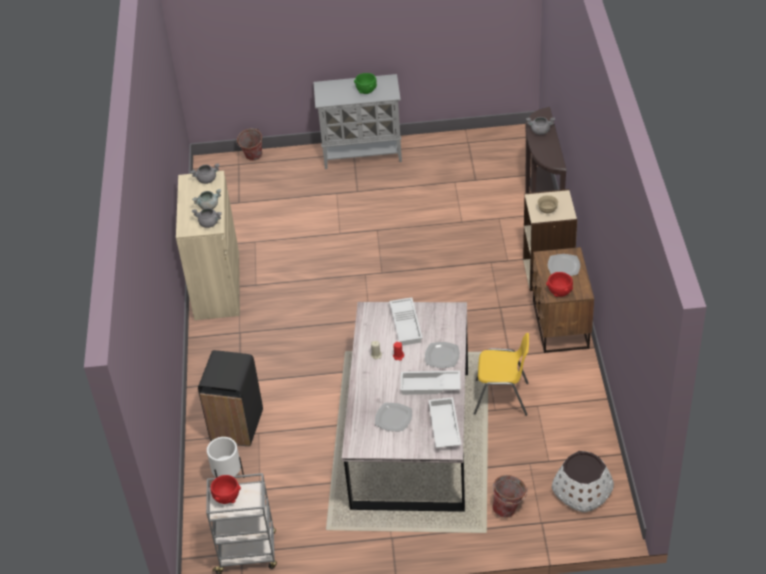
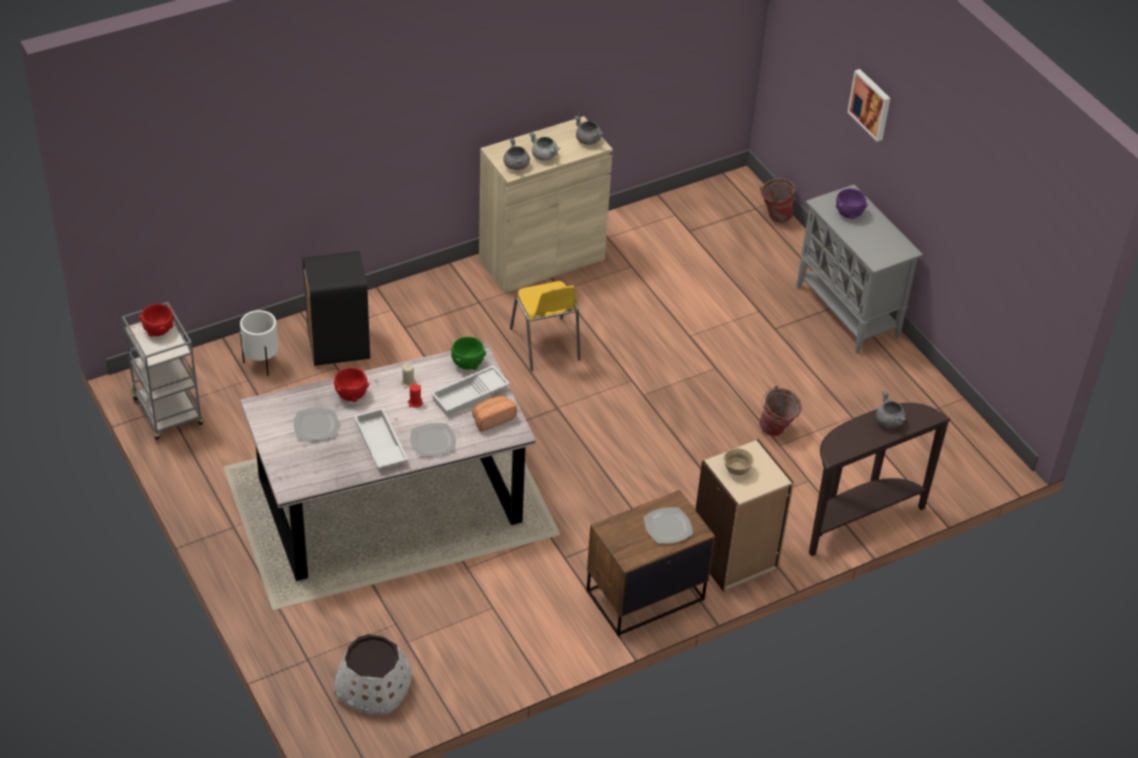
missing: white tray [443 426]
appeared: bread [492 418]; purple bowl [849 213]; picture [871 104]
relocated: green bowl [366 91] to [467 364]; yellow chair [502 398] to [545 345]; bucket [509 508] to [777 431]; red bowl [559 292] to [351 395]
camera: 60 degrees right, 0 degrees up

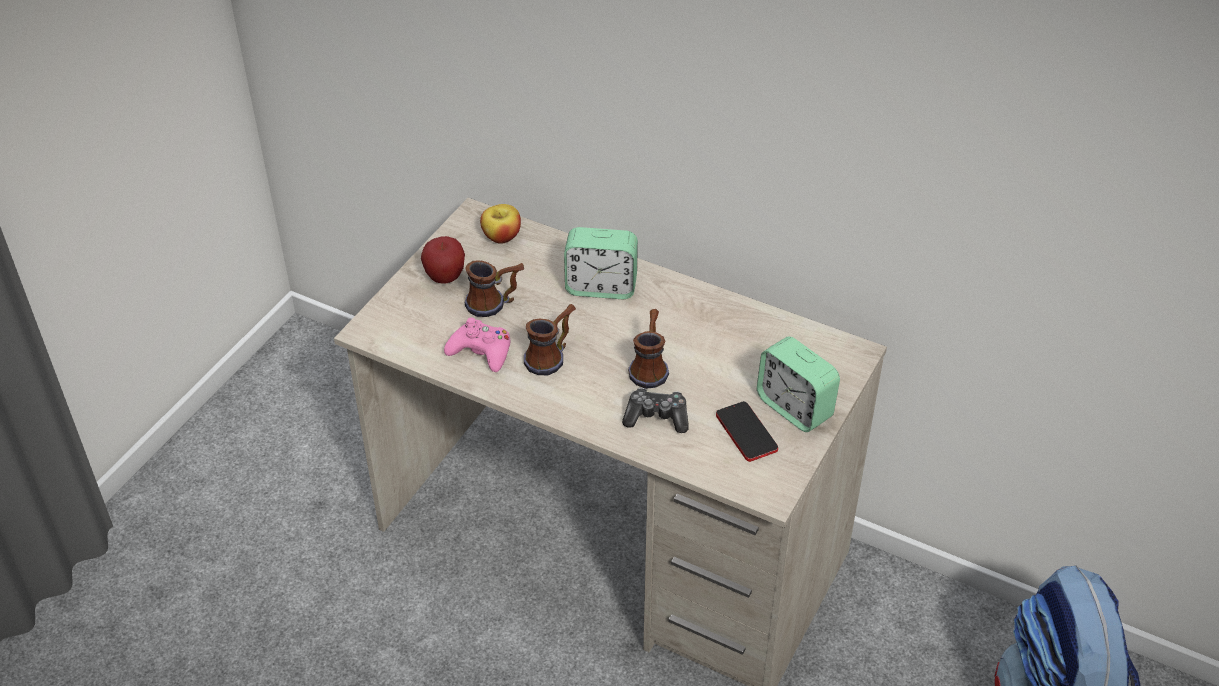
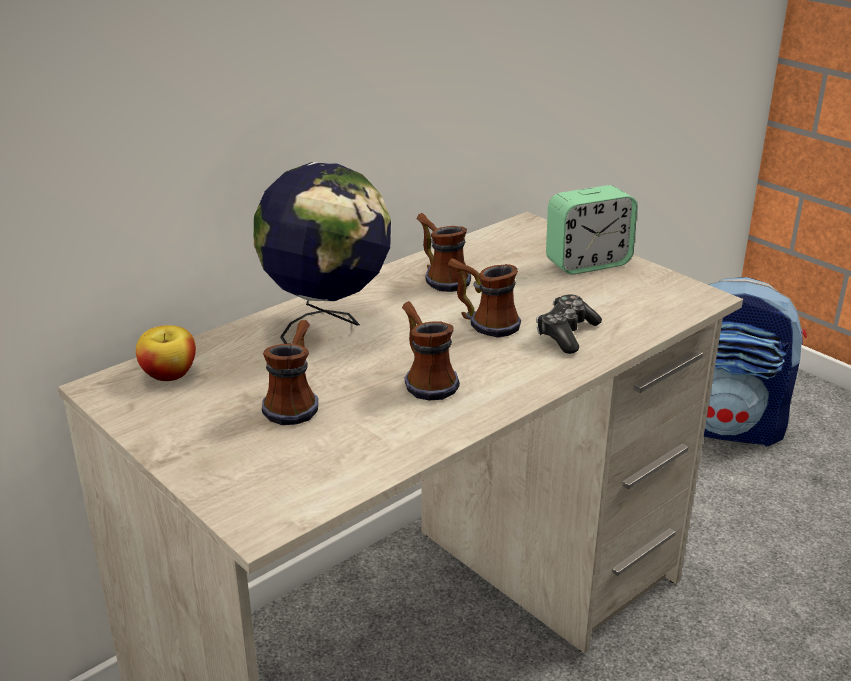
missing: apple [445 278]; pink game controller [481 352]; phone [746 432]
appeared: mug [440 277]
exchanged: alarm clock [601 287] to globe [328 326]
camera: 70 degrees left, 15 degrees down

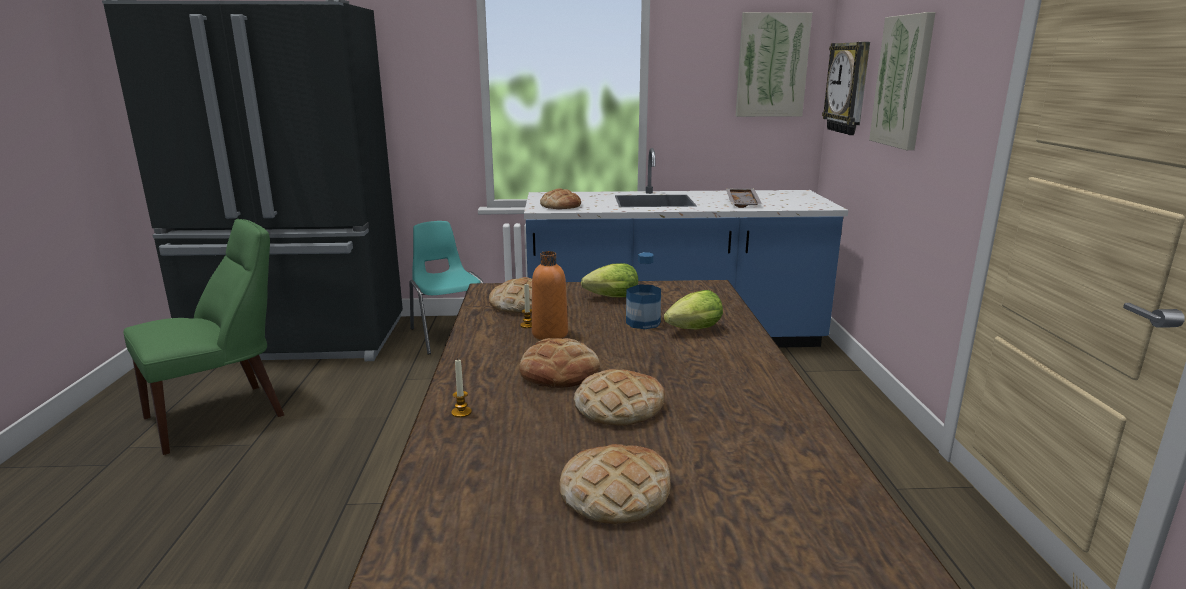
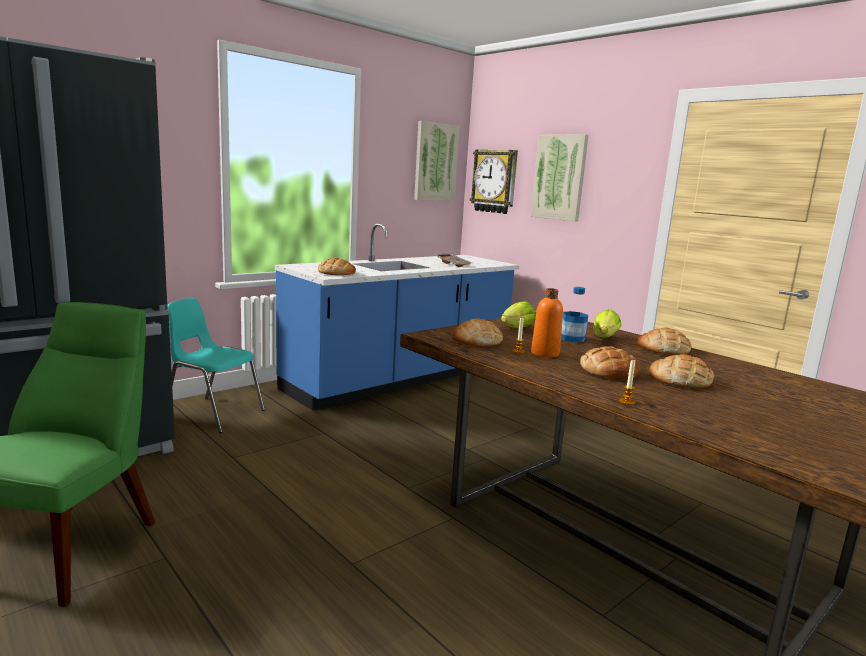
relocated: bread [615 492] to [663 349]
camera: 40 degrees left, 5 degrees down

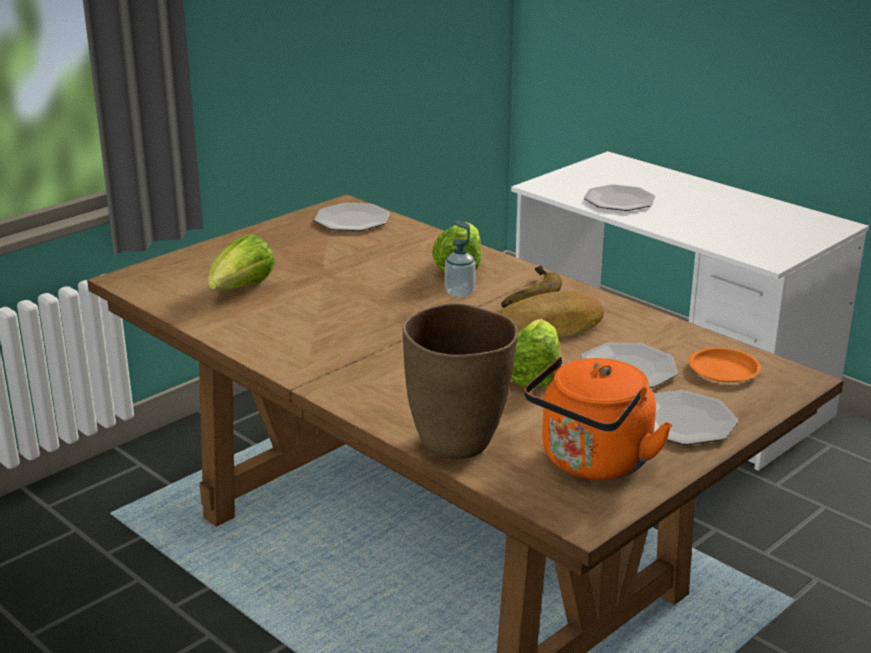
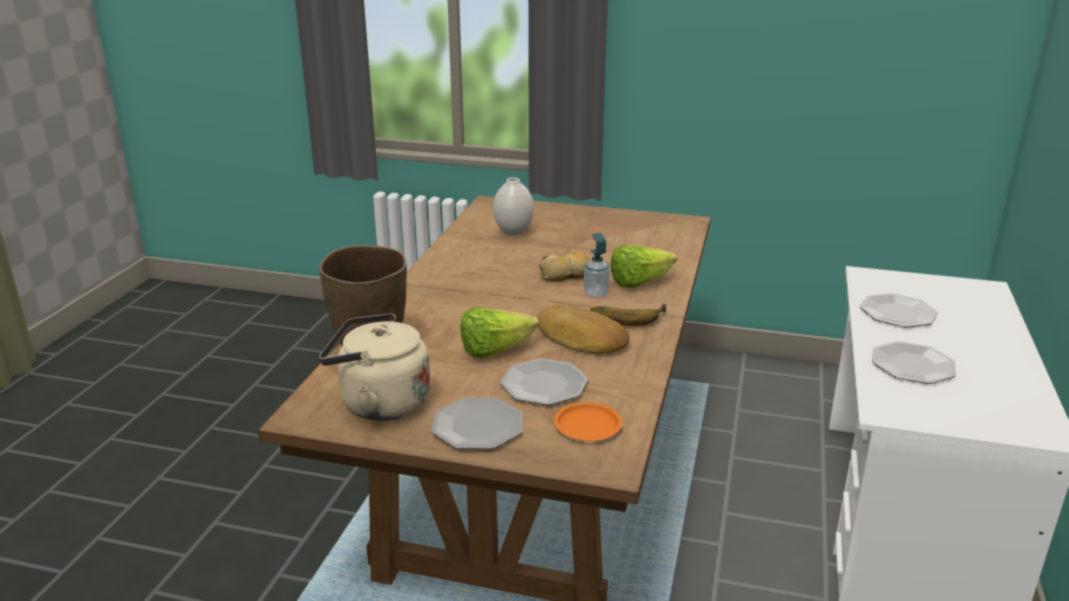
appeared: bread [566 275]
relocated: plate [352 220] to [912 365]
exchanged: lettuce [241 289] to white vase [514 232]
colour: orange kettle [592 463] to beige kettle [379 403]
camera: 60 degrees right, 0 degrees up

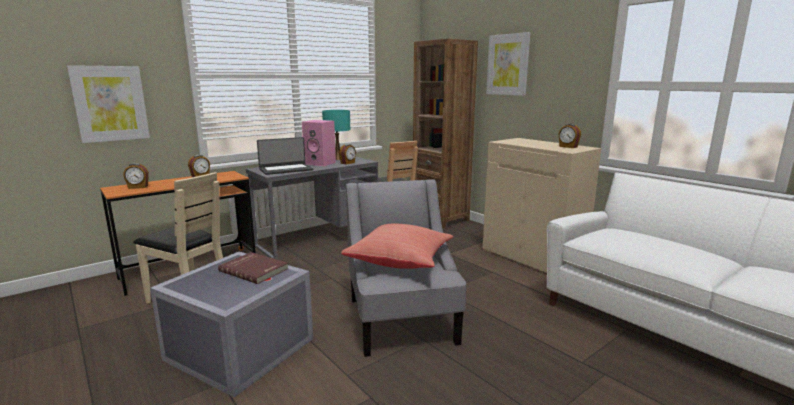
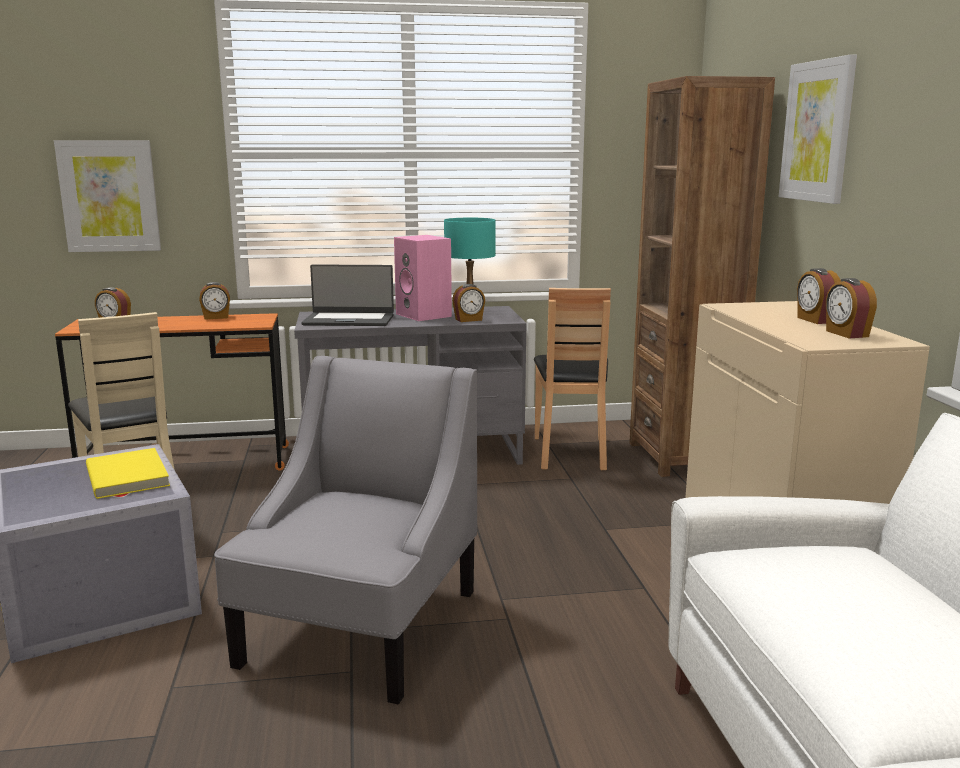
missing: red pillow [400 261]
appeared: alarm clock [815 320]
colour: red book [254 269] to yellow book [129 476]
camera: 30 degrees right, 0 degrees up

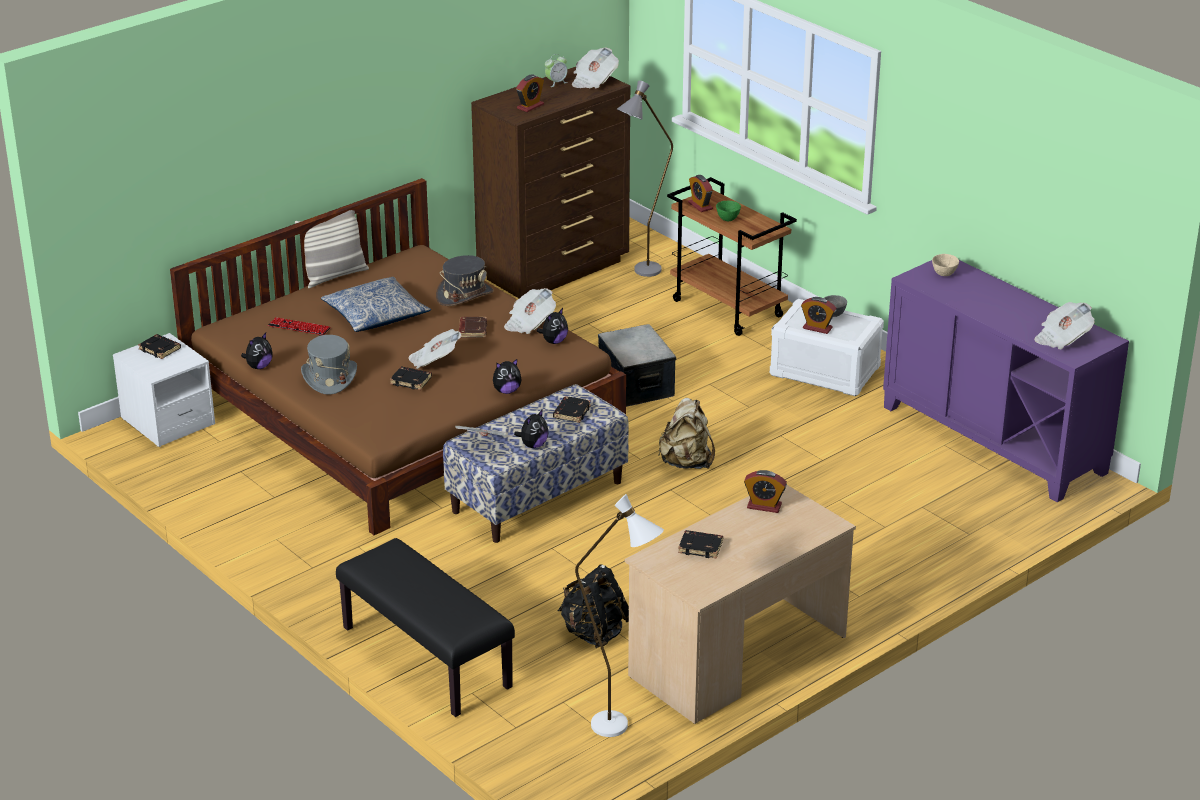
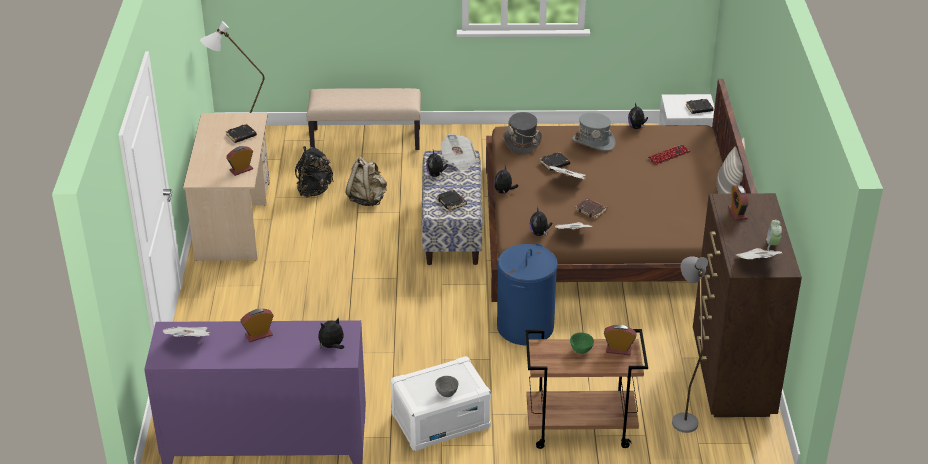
missing: pillow [375 315]
relocated: grey hat [464 295] to [522 142]; beige backpack [686 462] to [367 199]; alarm clock [817 328] to [258 335]
exchanged: storage box [636 385] to blue laundry basket [525 327]; beige bowl [944 274] to plush toy [332 346]
colour: black bench [425 657] to beige bench [366 139]
camera: 130 degrees right, 5 degrees up

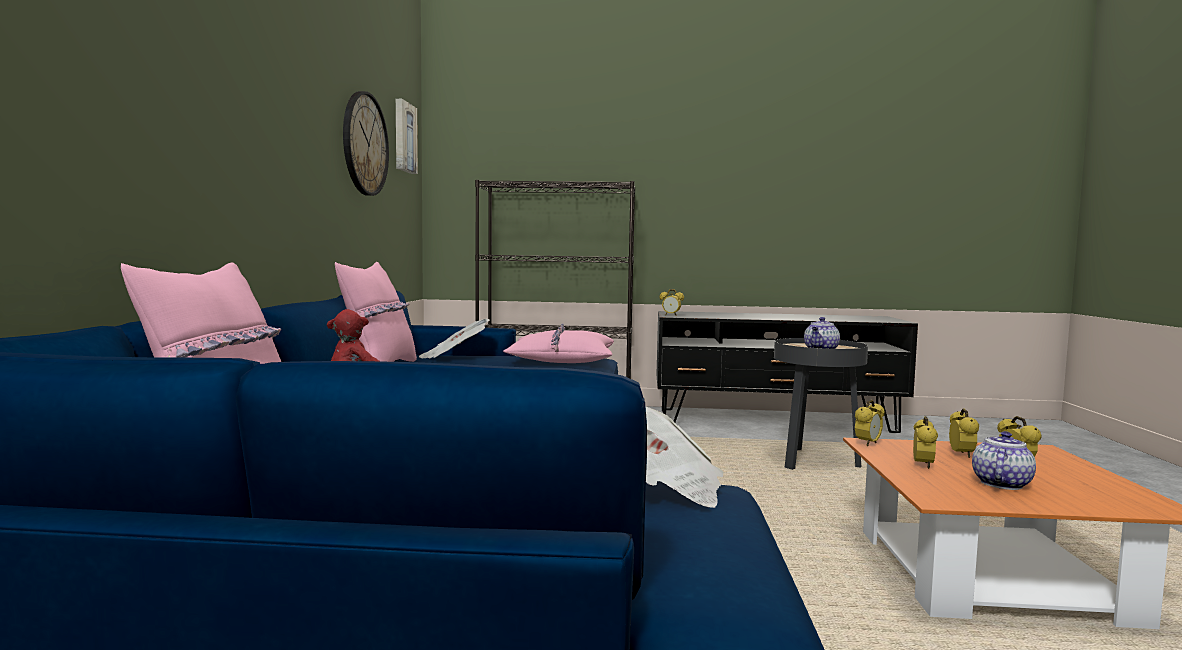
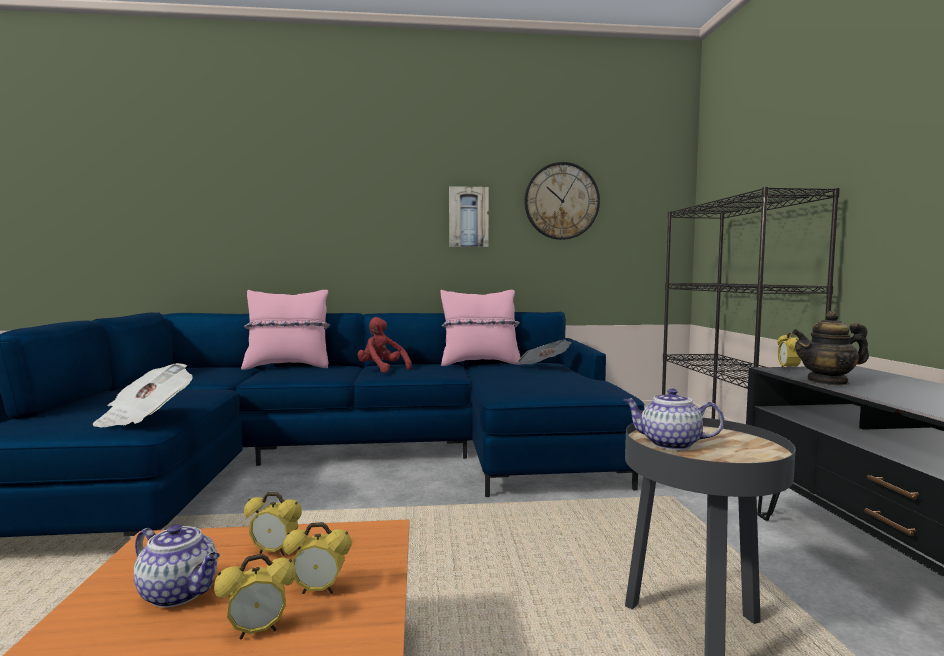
missing: pink pillow [562 360]; alarm clock [868 444]
appeared: teapot [828 382]
relocated: picture [403 137] to [468 217]
camera: 80 degrees right, 0 degrees up

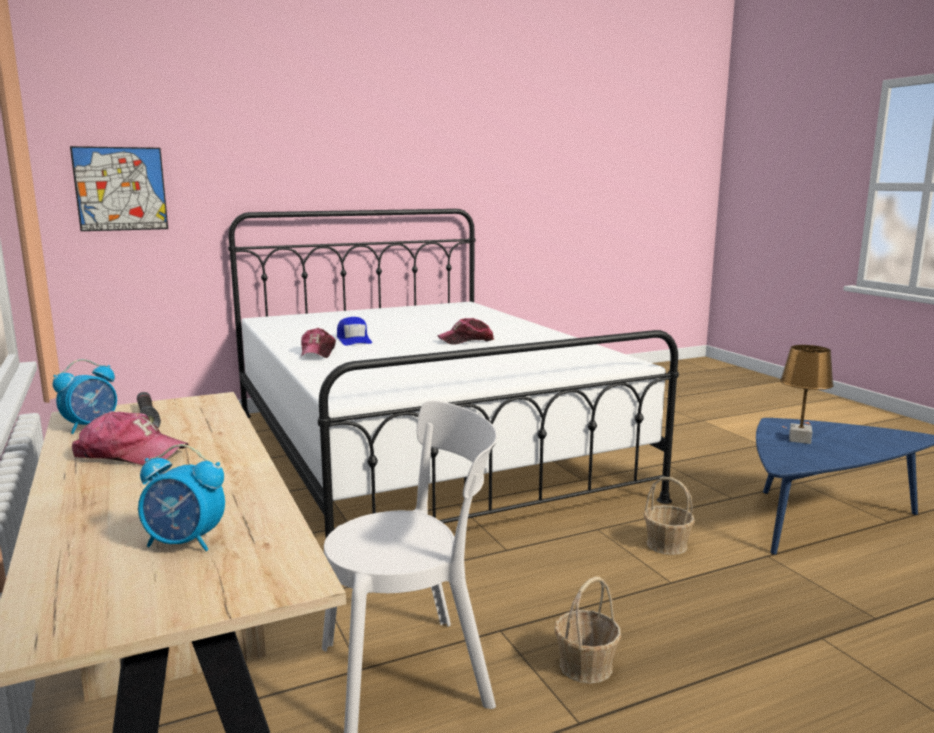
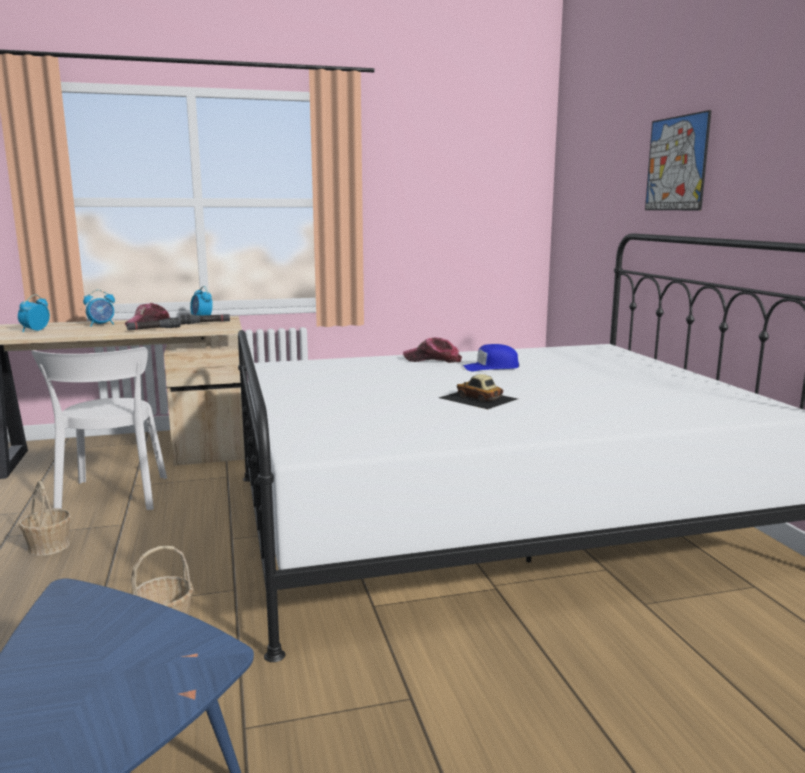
missing: brown table lamp [799 439]
appeared: alarm clock [102 325]; black flashlight [154 329]
relocated: picture [120 189] to [676 163]
exchanged: cap [466 340] to toy car [478 398]
camera: 100 degrees right, 0 degrees up

